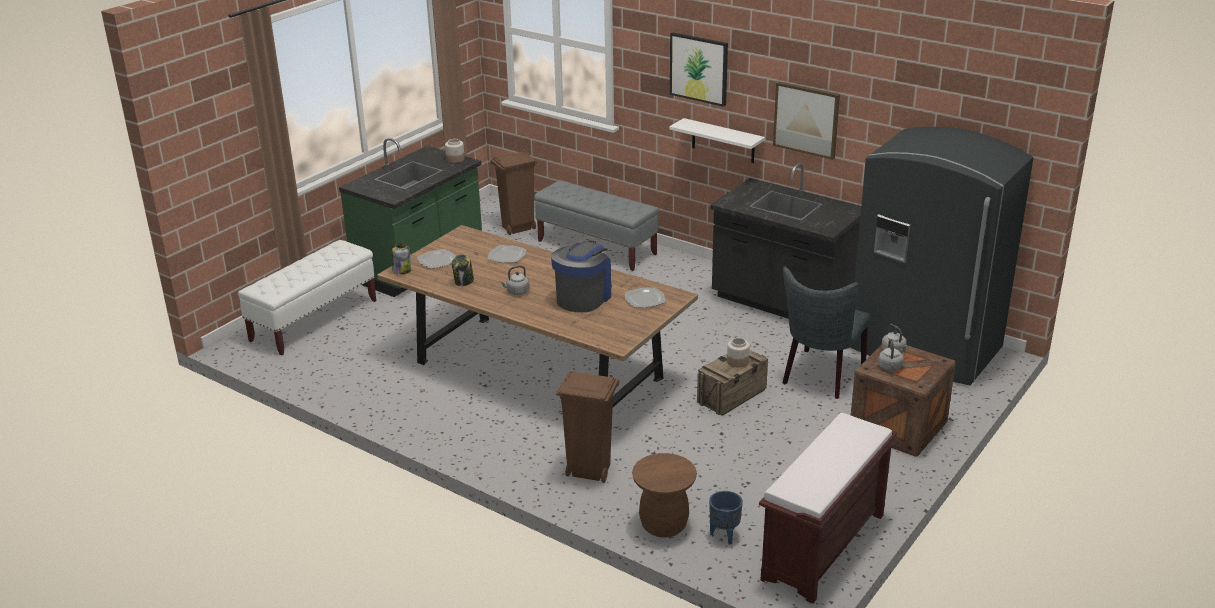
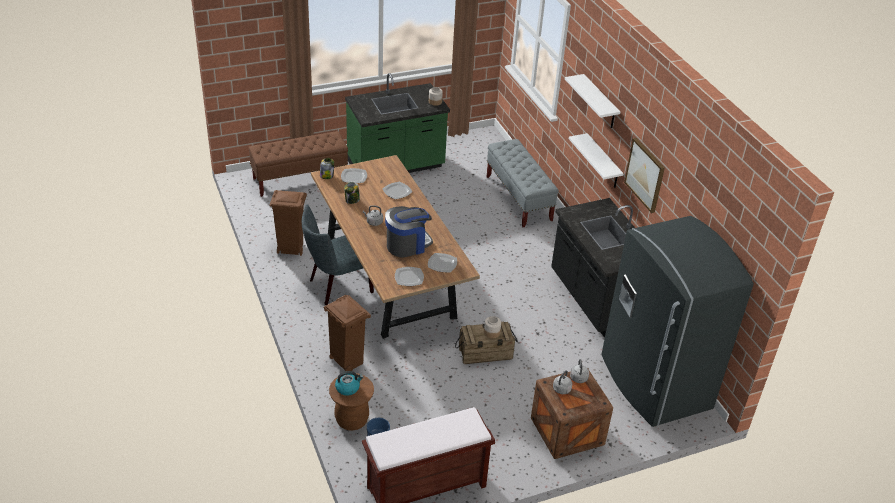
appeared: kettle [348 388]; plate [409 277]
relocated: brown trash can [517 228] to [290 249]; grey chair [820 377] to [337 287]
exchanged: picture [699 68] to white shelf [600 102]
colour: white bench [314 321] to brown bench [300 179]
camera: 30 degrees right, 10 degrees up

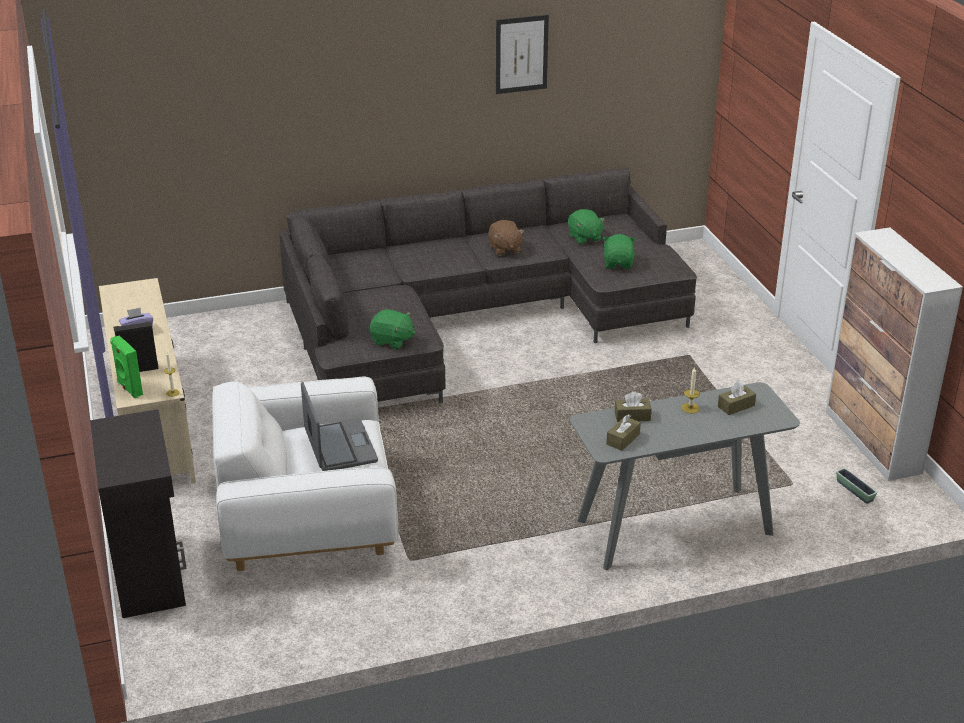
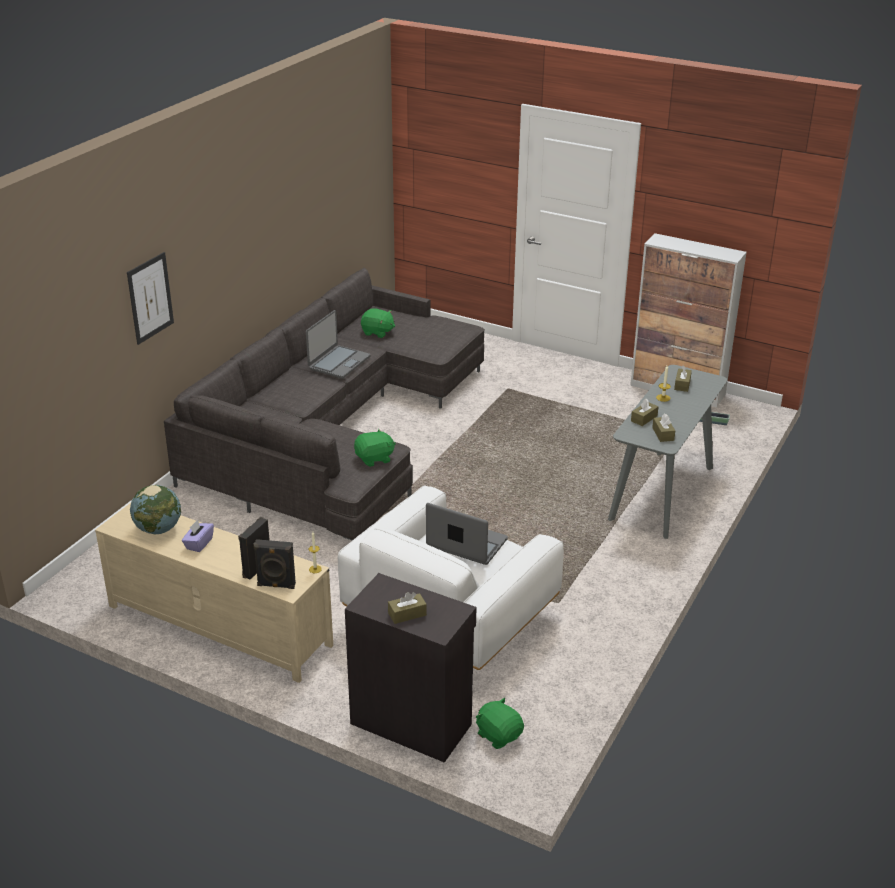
appeared: globe [158 529]; brown tissue box [407 614]
relocated: picture [521 54] to [150 298]; green plush toy [618 263] to [499 735]
exchanged: brown plush toy [504 249] to laptop [338 362]
colour: green speaker [129 389] to black speaker [276 585]
camera: 45 degrees left, 0 degrees up

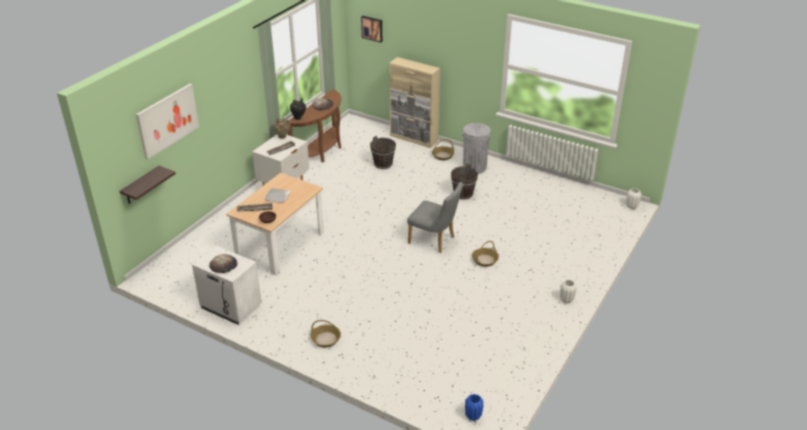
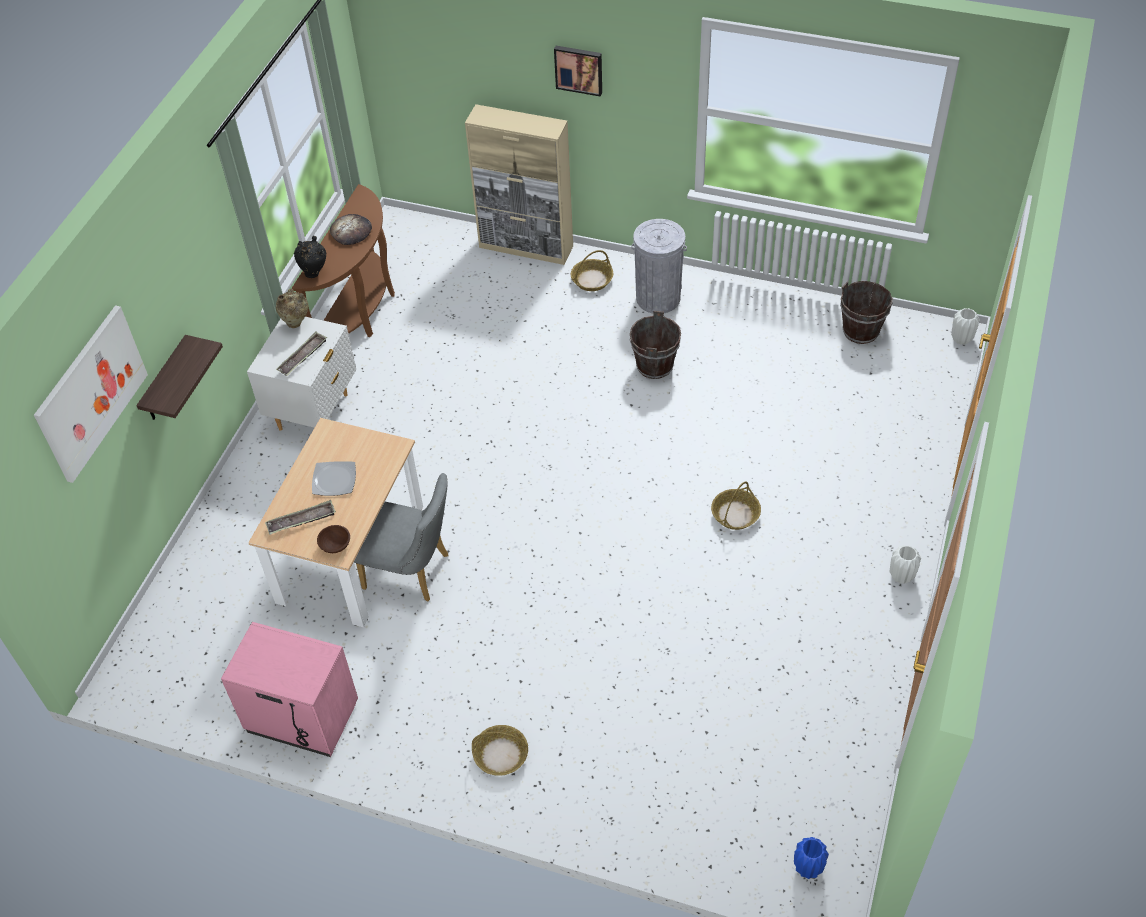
missing: bread [223 265]
relocated: shelf [141 186] to [165 381]; picture [372 28] to [579 69]; brown bucket [383 164] to [861 331]; grey chair [434 241] to [413 572]
colour: white nightstand [230 307] to pink nightstand [301 718]
camera: 10 degrees left, 15 degrees up

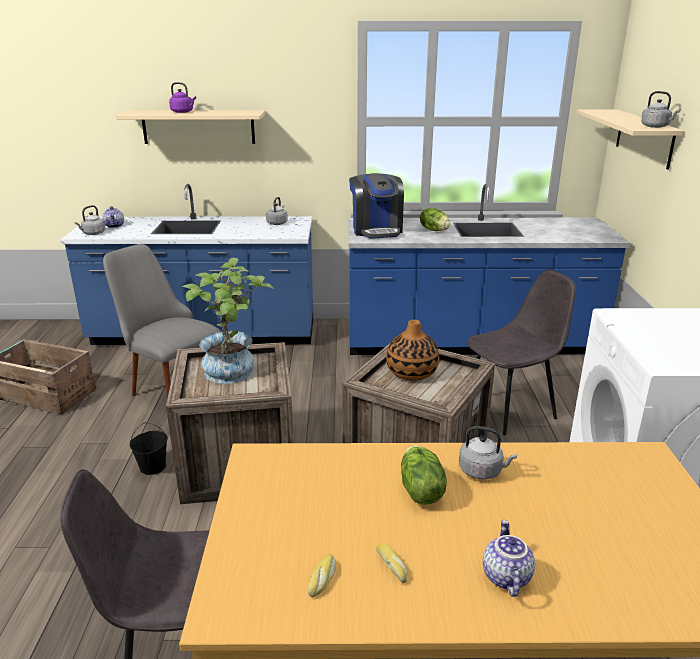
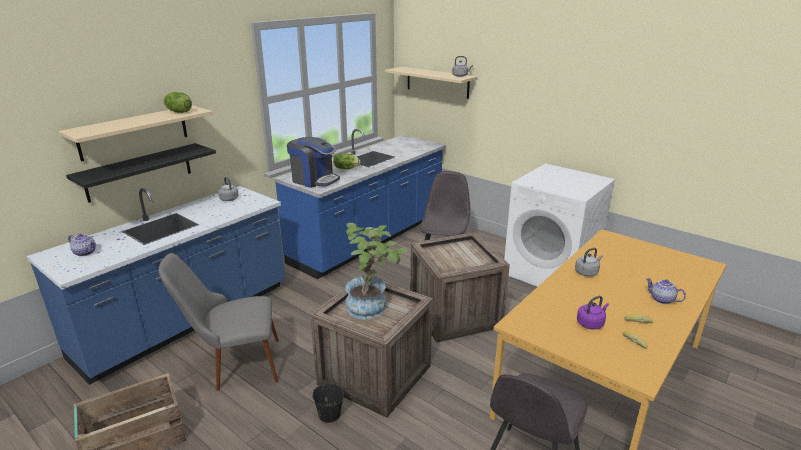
missing: grey kettle [93 233]; vase [411 373]
appeared: black shelf [139 172]
relocated: purple kettle [183 112] to [591 323]; lettuce [420 490] to [178 112]
camera: 50 degrees left, 0 degrees up

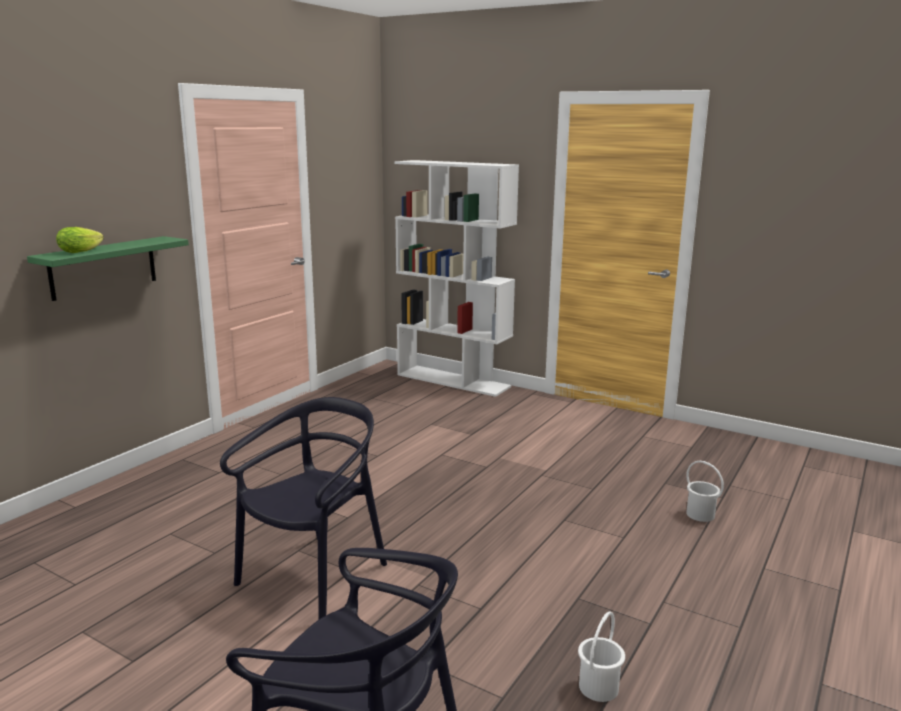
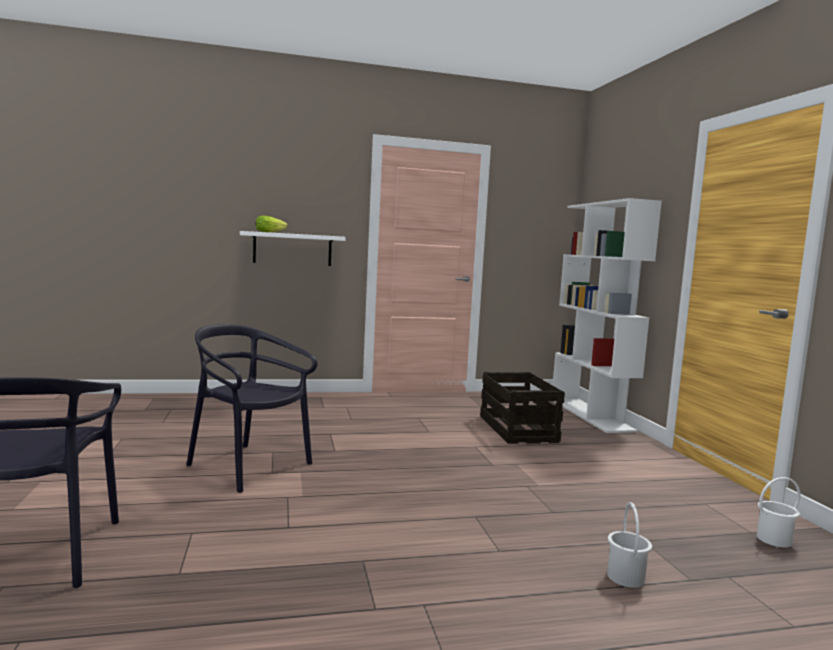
appeared: crate [518 429]
relocated: white bucket [599 687] to [774 540]
colour: green shelf [103 267] to white shelf [292 249]
spun: black chair [314 578] = [248 466] 135 degrees counterclockwise
camera: 45 degrees right, 10 degrees down

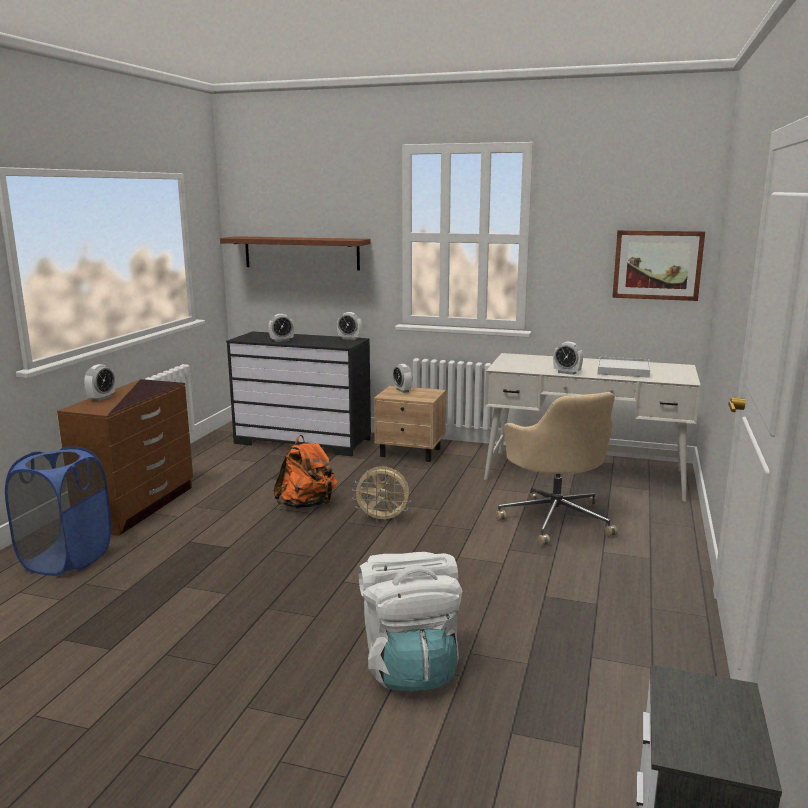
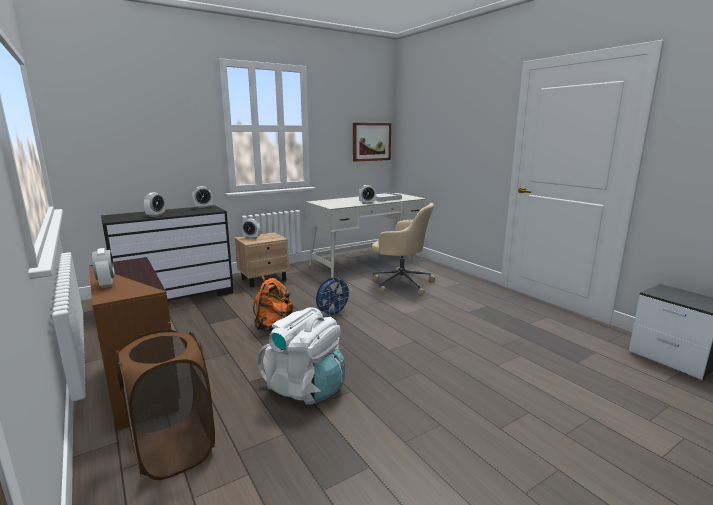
missing: brown shelf [301 253]
relocated: white backpack [410 666] to [305 388]
colour: blue laundry basket [67 558] to brown laundry basket [173 450]; beige fan [383 519] to blue fan [333 314]
camera: 50 degrees left, 0 degrees up

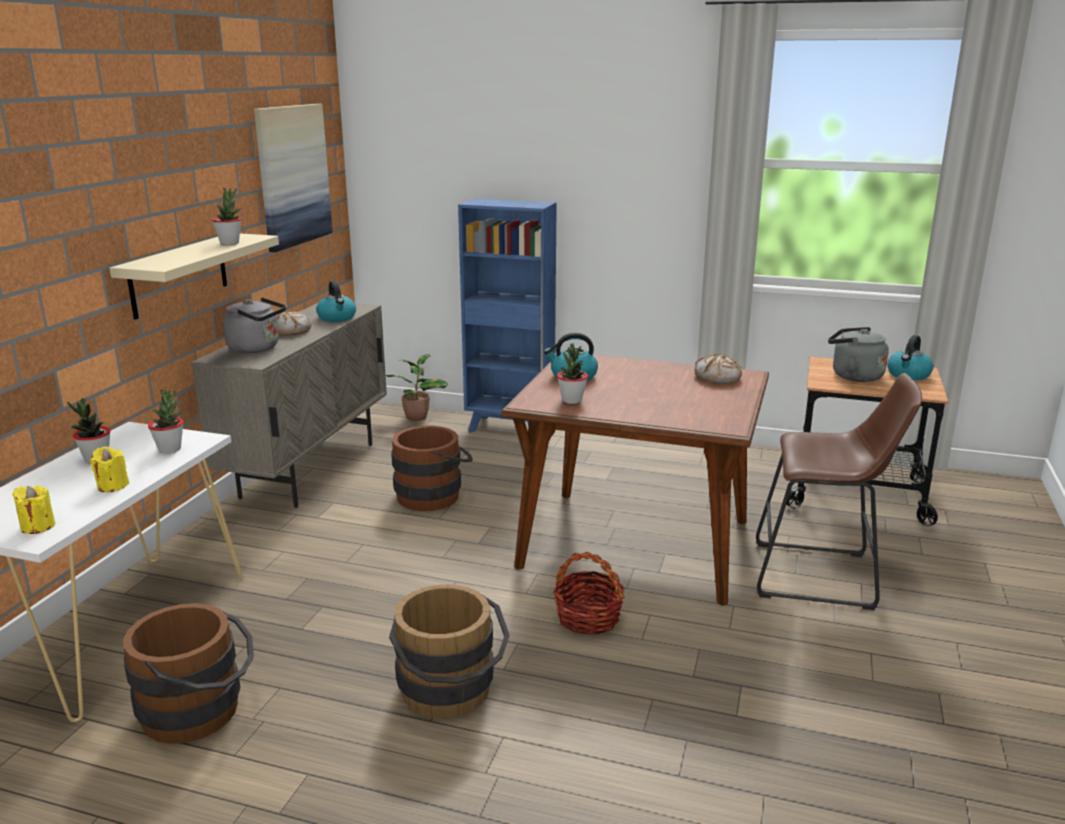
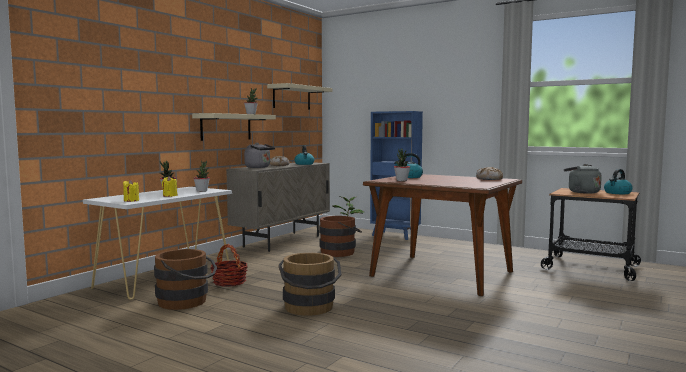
missing: brown stool [821 577]
relocated: basket [588 618] to [229 282]
exchanged: picture [292 175] to beige shelf [291 97]
camera: 15 degrees right, 15 degrees down

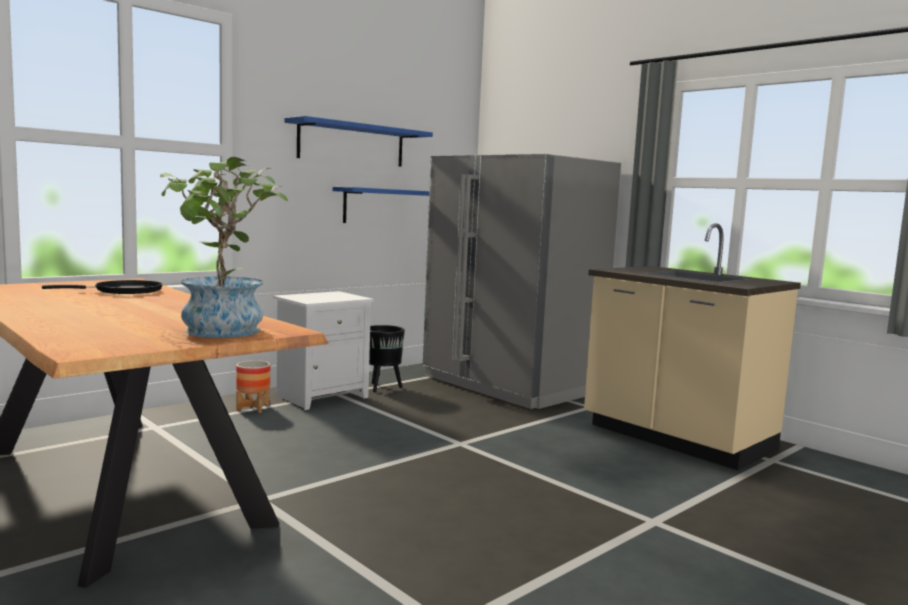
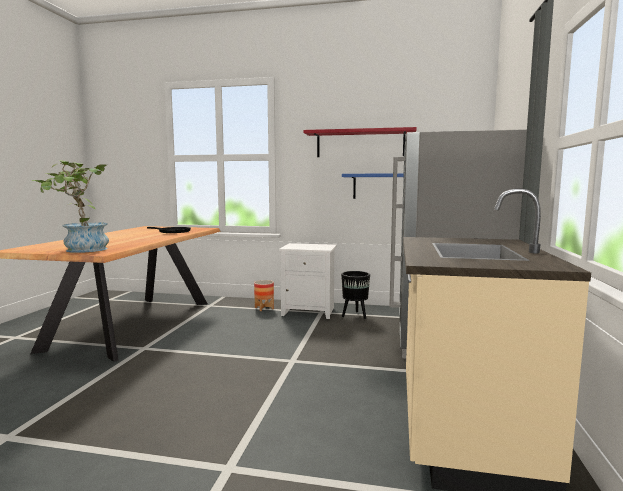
colour: blue shelf [352 144] to red shelf [360 144]
camera: 55 degrees right, 0 degrees up

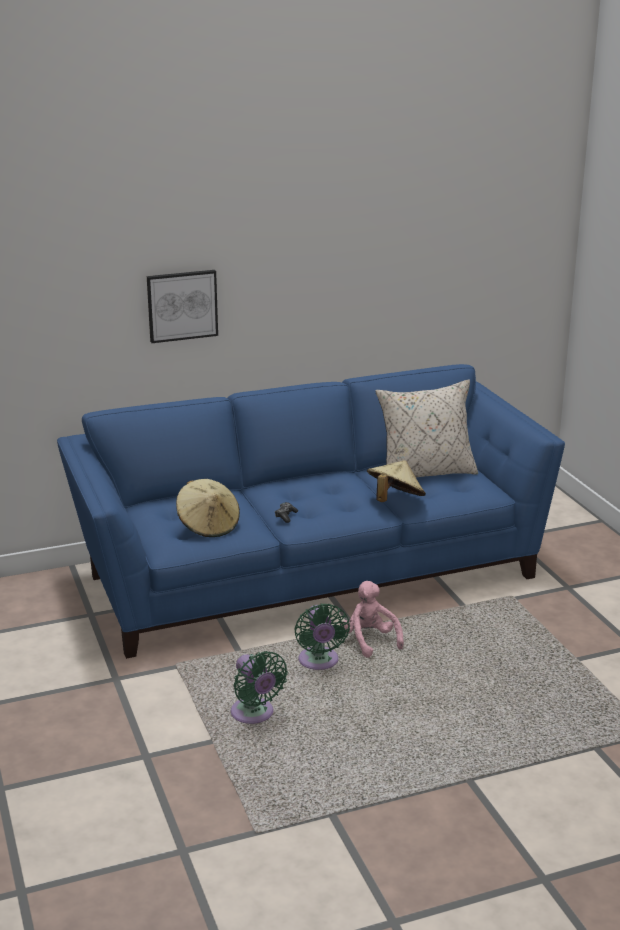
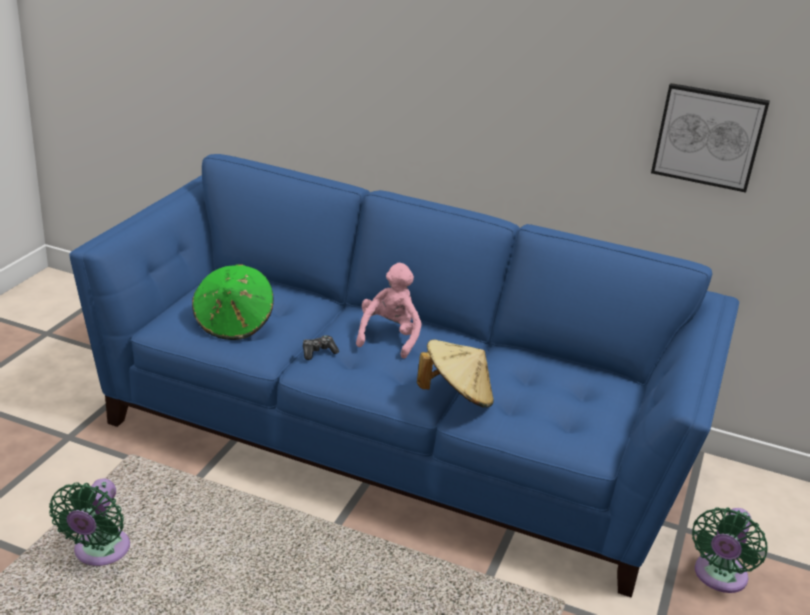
missing: beige pillow [425 473]
relocated: picture [182 305] to [708 136]; green fan [319 662] to [719 577]; pink plush toy [370 641] to [389 337]
colour: beige hat [208 526] to green hat [234 323]
camera: 40 degrees right, 5 degrees up

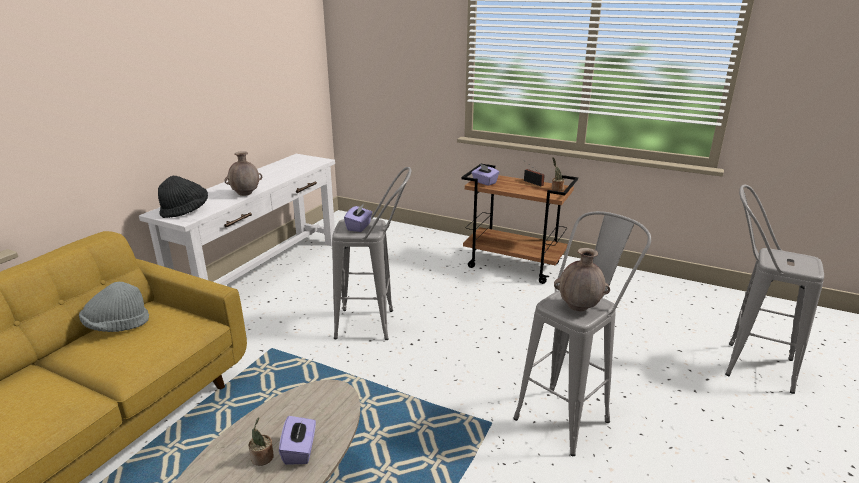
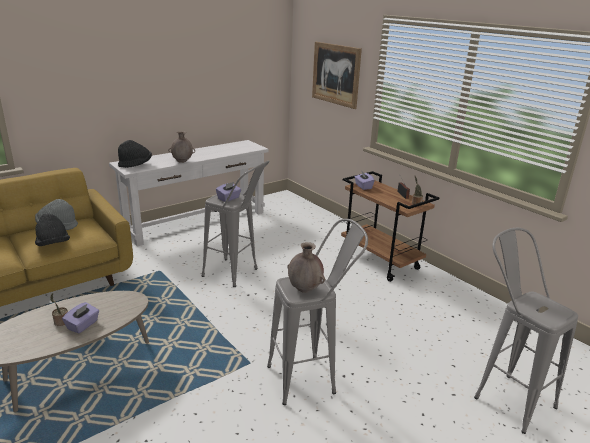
appeared: black hat [53 245]; picture [336 74]
camera: 25 degrees right, 0 degrees up

